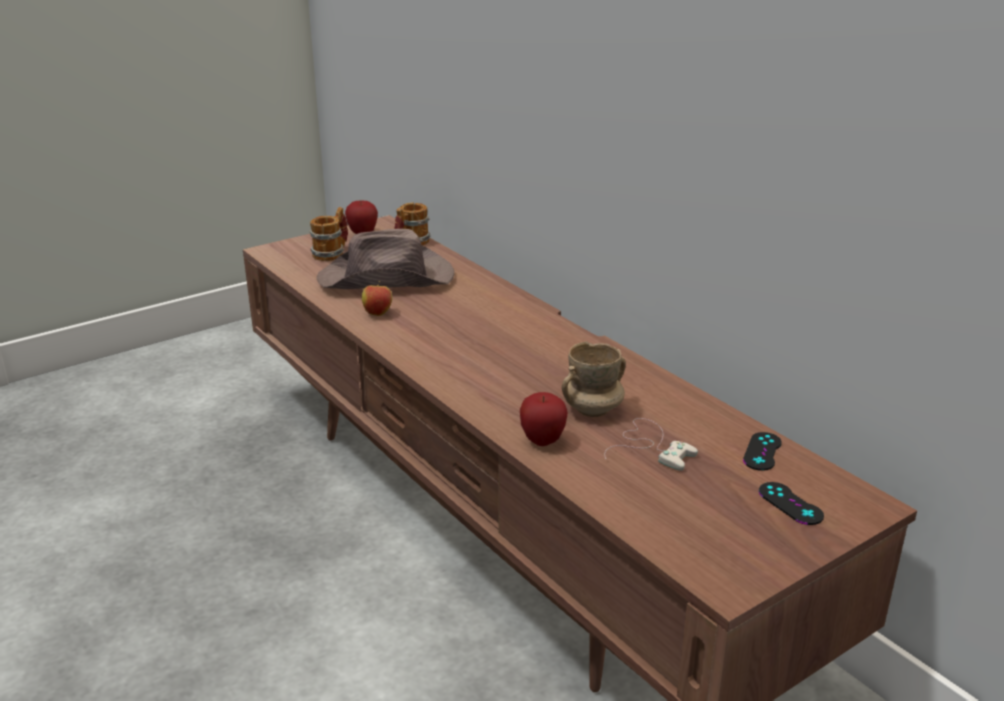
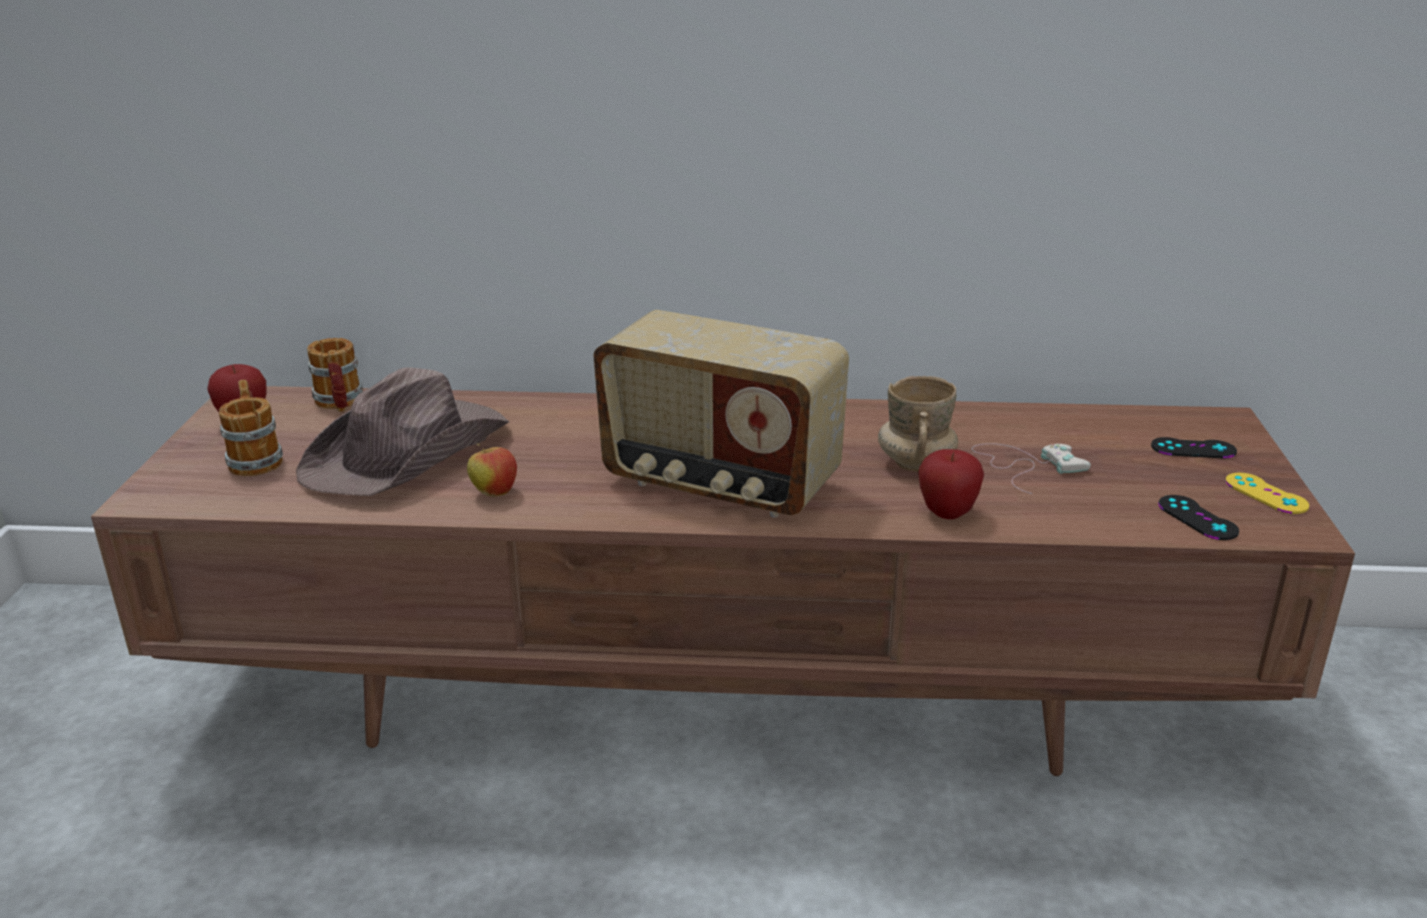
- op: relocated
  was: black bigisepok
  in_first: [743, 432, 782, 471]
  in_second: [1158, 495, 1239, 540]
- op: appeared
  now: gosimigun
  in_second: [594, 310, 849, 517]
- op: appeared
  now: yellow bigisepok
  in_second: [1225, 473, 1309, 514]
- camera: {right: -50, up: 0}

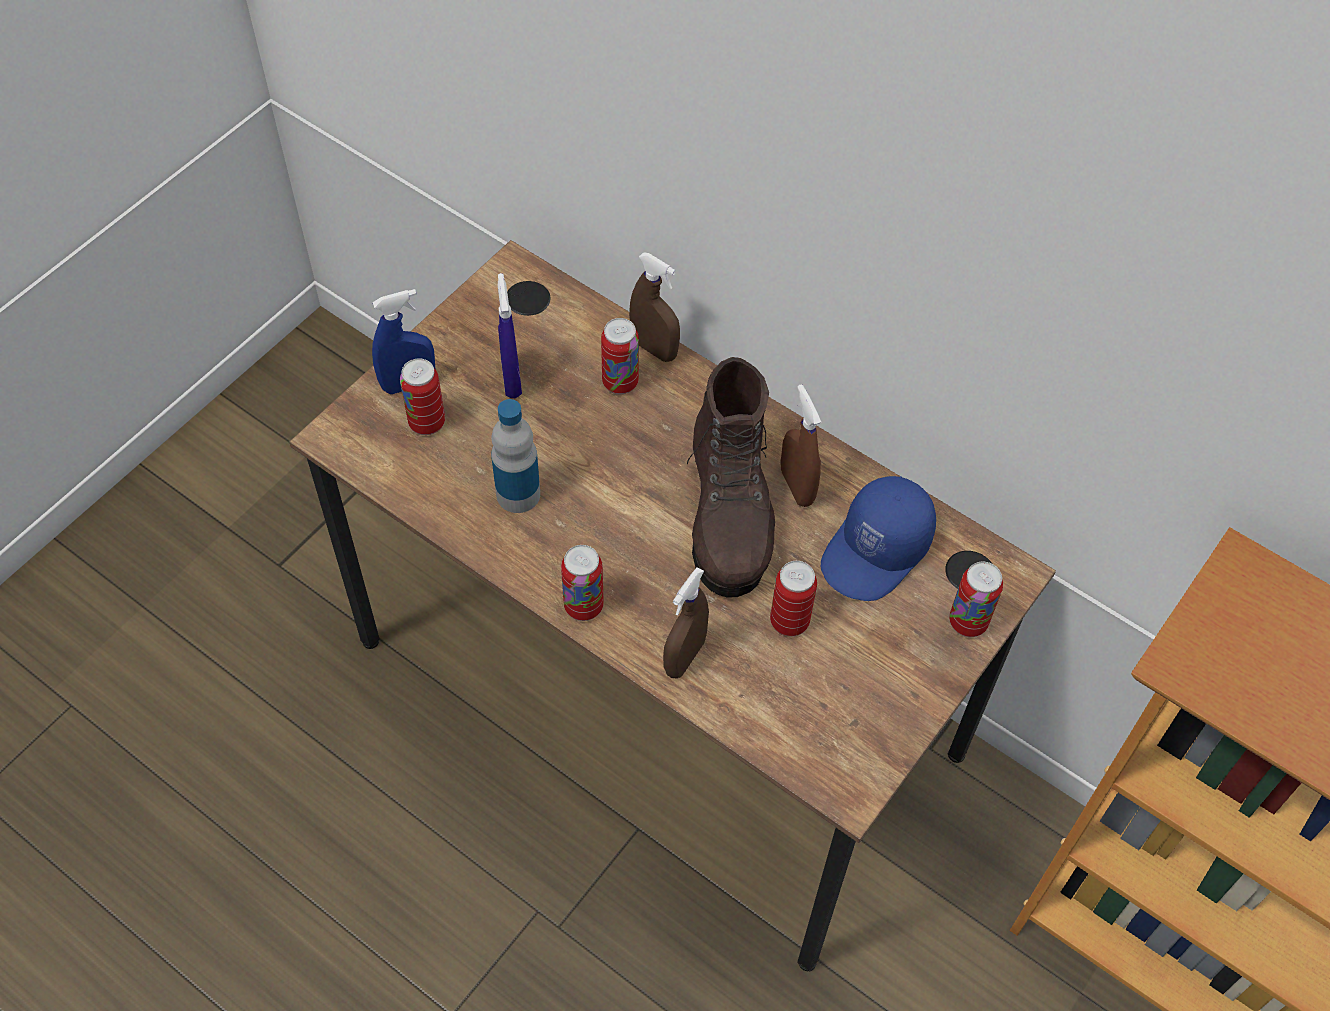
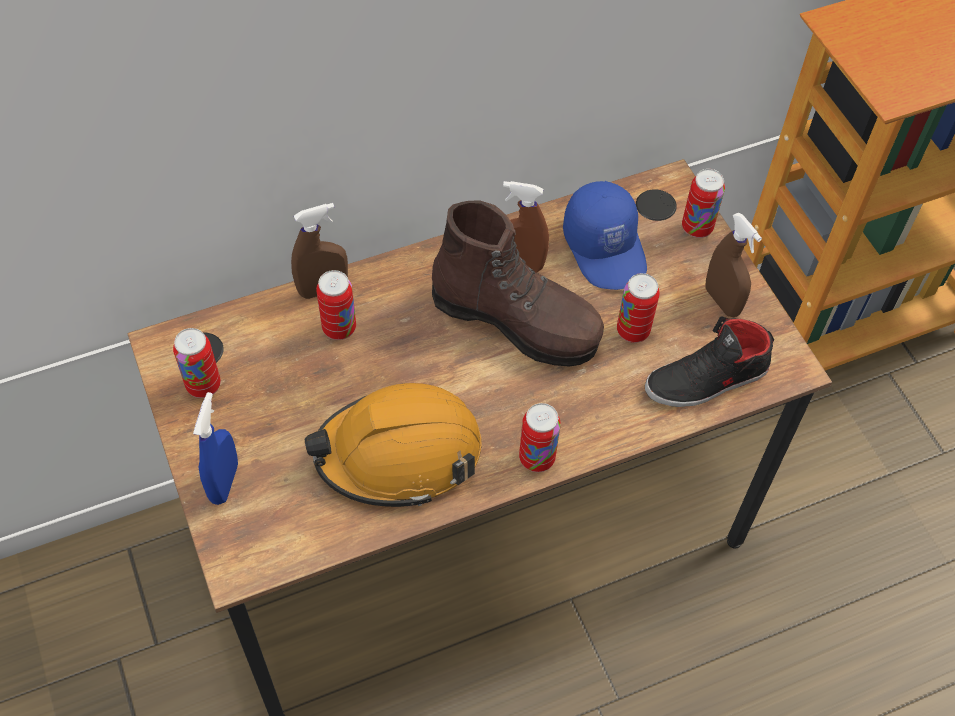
- op: relocated
  was: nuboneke
  in_first: [400, 358, 445, 435]
  in_second: [173, 328, 221, 398]
- op: exchanged
  was: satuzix
  now: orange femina
  in_first: [491, 399, 540, 513]
  in_second: [305, 383, 482, 507]
- op: missing
  was: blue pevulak
  in_first: [498, 273, 522, 398]
- op: relocated
  was: brown pevulak
  in_first: [663, 567, 709, 678]
  in_second: [706, 213, 762, 317]
- op: appeared
  now: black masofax
  in_second: [645, 316, 774, 407]
- camera: {right: -60, up: 0}

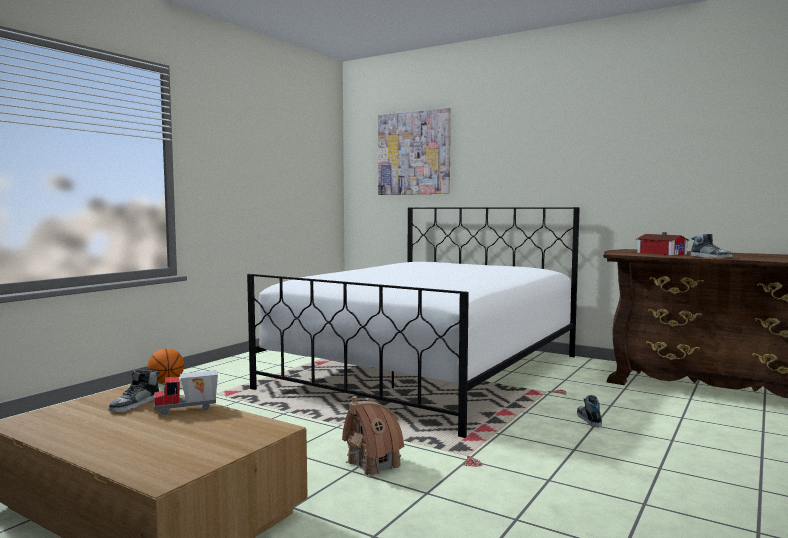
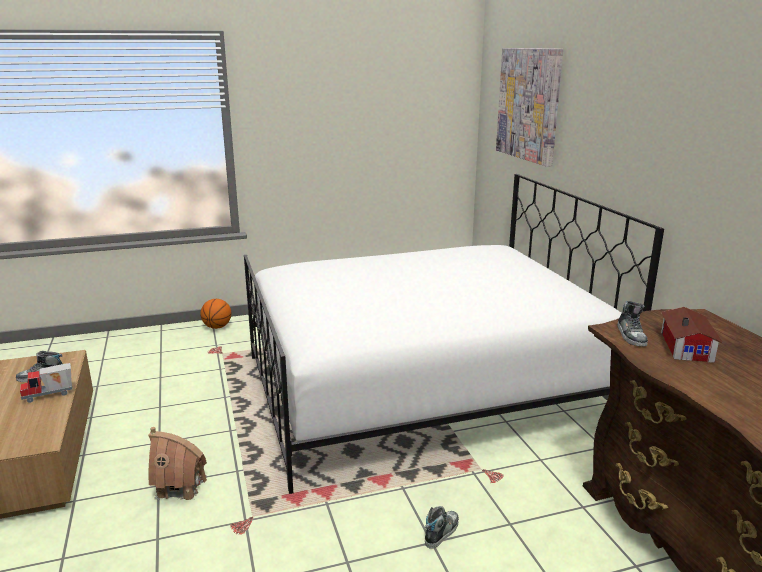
- op: spun
  was: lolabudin
  in_first: [154, 370, 218, 415]
  in_second: [20, 363, 72, 403]
  clockwise: -45
- op: relocated
  was: masofax
  in_first: [690, 234, 733, 258]
  in_second: [618, 301, 648, 347]
- camera: {right: 40, up: 15}

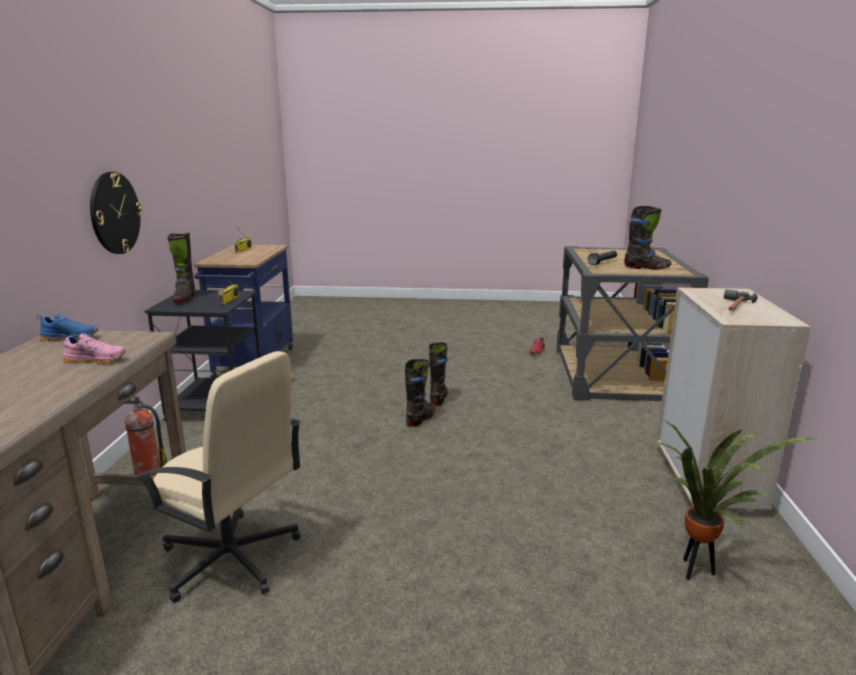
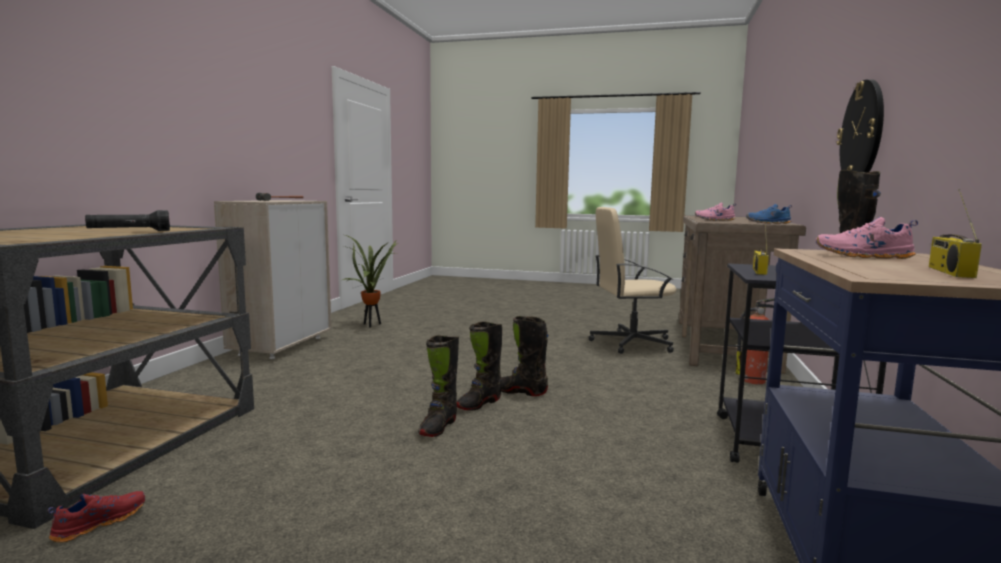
- op: spun
  was: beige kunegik
  in_first: [137, 351, 301, 603]
  in_second: [589, 207, 677, 354]
  clockwise: -45
- op: relocated
  was: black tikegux
  in_first: [624, 206, 672, 270]
  in_second: [501, 316, 548, 396]
- op: appeared
  now: pink masofax
  in_second: [816, 217, 918, 259]
- camera: {right: -170, up: -10}

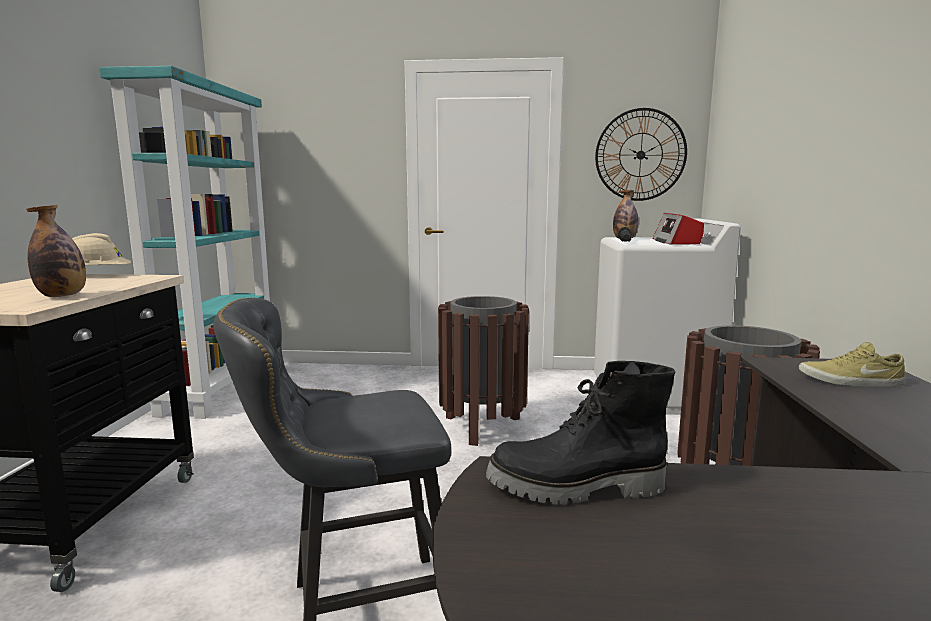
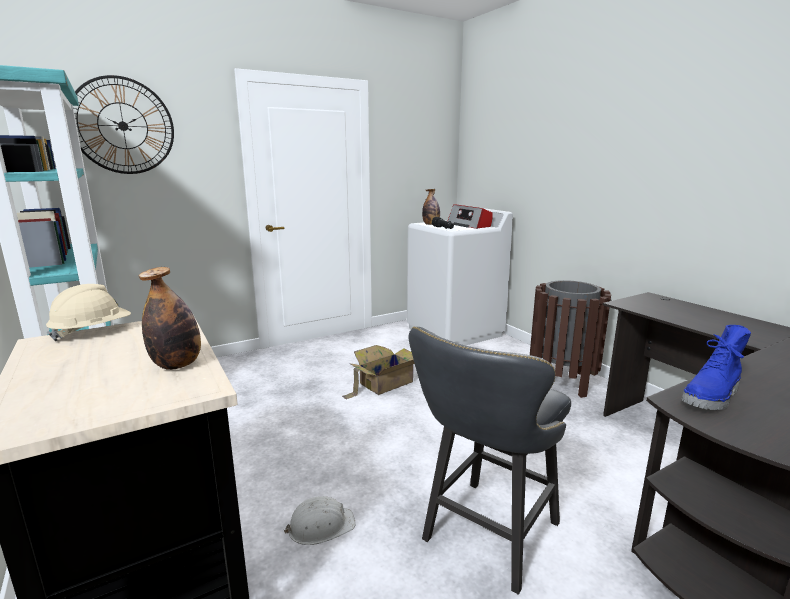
- op: exchanged
  was: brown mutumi
  now: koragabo
  in_first: [438, 296, 529, 446]
  in_second: [342, 345, 415, 400]
- op: colour
  was: black tikegux
  now: blue tikegux
  in_first: [486, 361, 675, 505]
  in_second: [682, 325, 751, 410]
- op: relocated
  was: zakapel
  in_first: [595, 108, 687, 201]
  in_second: [74, 75, 174, 174]
- op: missing
  was: beige masofax
  in_first: [799, 342, 905, 387]
- op: appeared
  now: white femina
  in_second: [284, 496, 356, 545]
- camera: {right: -35, up: 5}

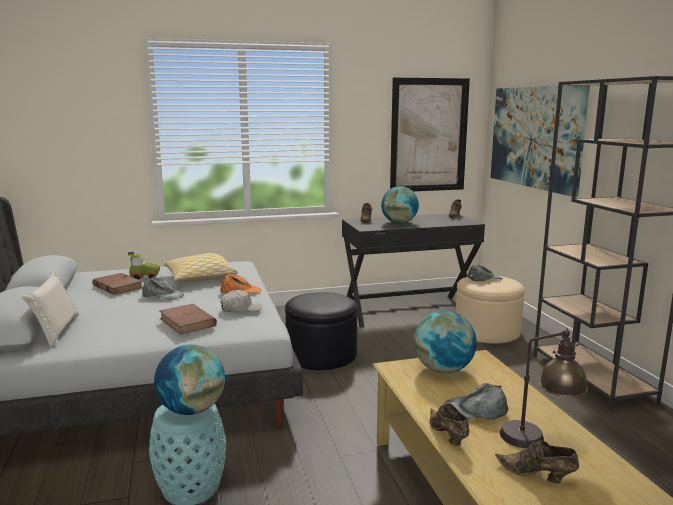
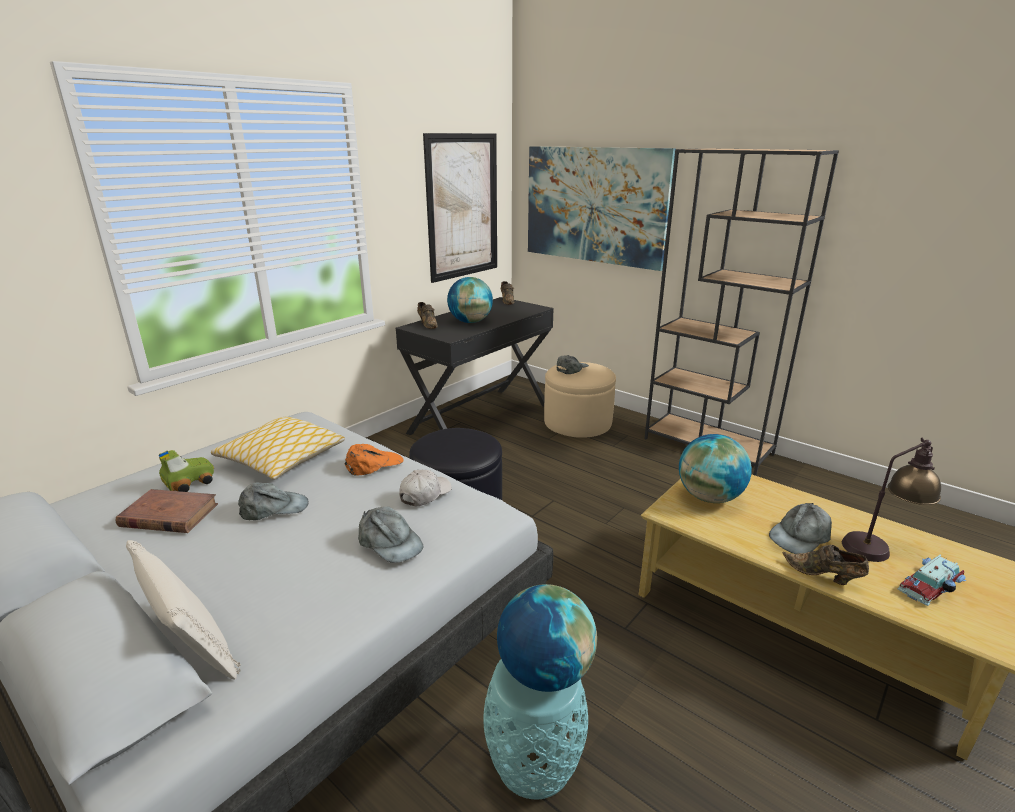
- op: exchanged
  was: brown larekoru
  now: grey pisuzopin
  in_first: [160, 304, 217, 335]
  in_second: [358, 506, 423, 563]
- op: exchanged
  was: brown masofax
  now: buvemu
  in_first: [495, 440, 579, 483]
  in_second: [898, 555, 967, 606]
- camera: {right: -35, up: 10}

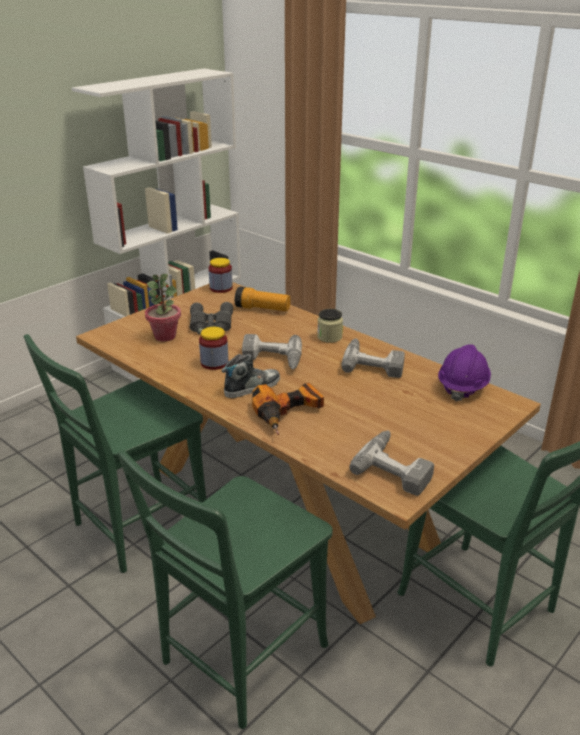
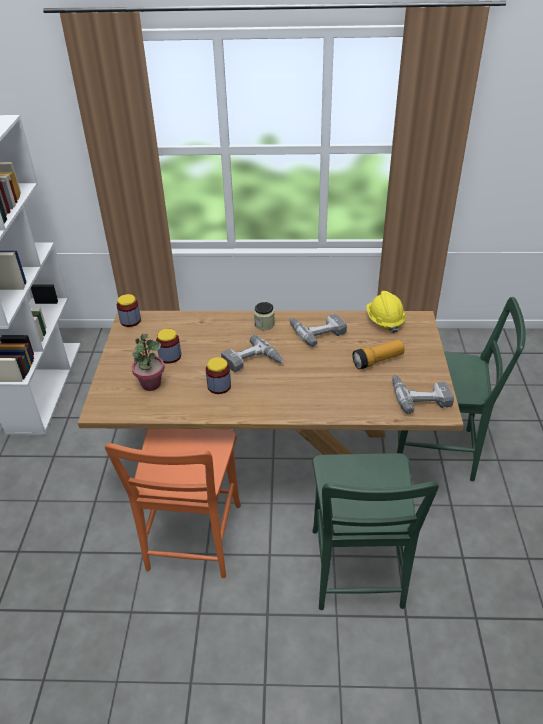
- op: colour
  was: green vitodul
  now: orange vitodul
  in_first: [24, 334, 206, 573]
  in_second: [105, 429, 241, 578]
- op: exchanged
  was: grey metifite
  now: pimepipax
  in_first: [190, 302, 233, 335]
  in_second: [156, 329, 181, 363]
- op: missing
  was: masofax
  in_first: [222, 354, 280, 398]
- op: relocated
  was: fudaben
  in_first: [235, 287, 291, 311]
  in_second: [352, 340, 404, 370]
- op: missing
  was: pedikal
  in_first: [252, 383, 324, 435]
- op: colour
  was: purple femina
  now: yellow femina
  in_first: [438, 344, 491, 402]
  in_second: [366, 291, 405, 334]
- camera: {right: -40, up: 10}

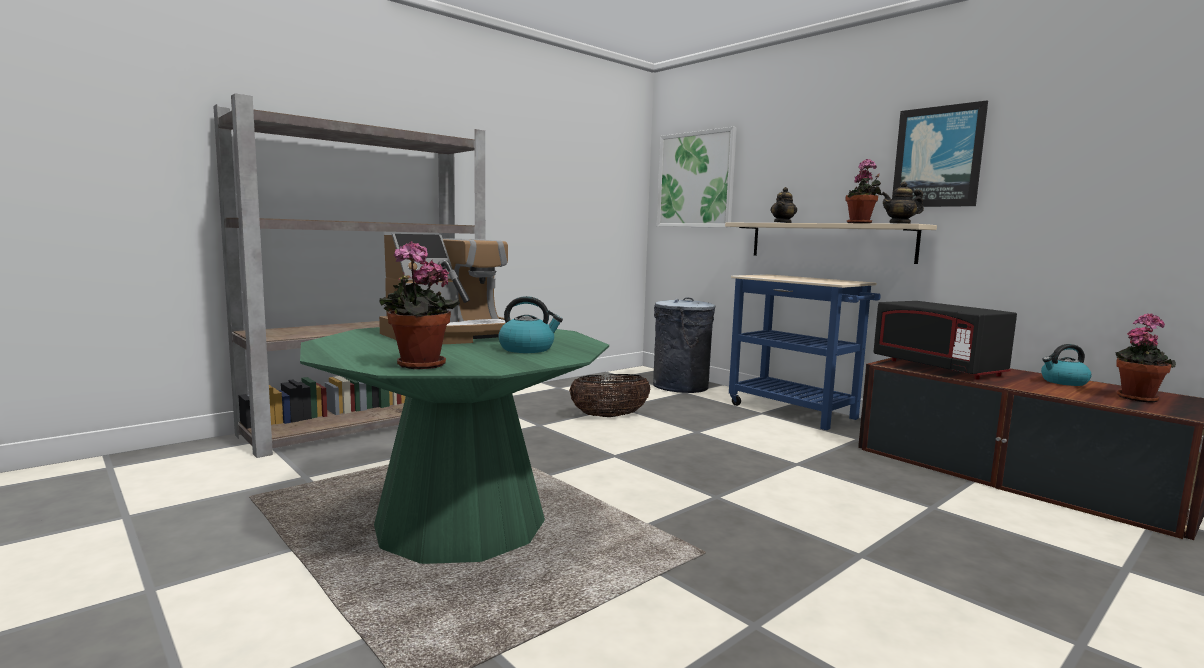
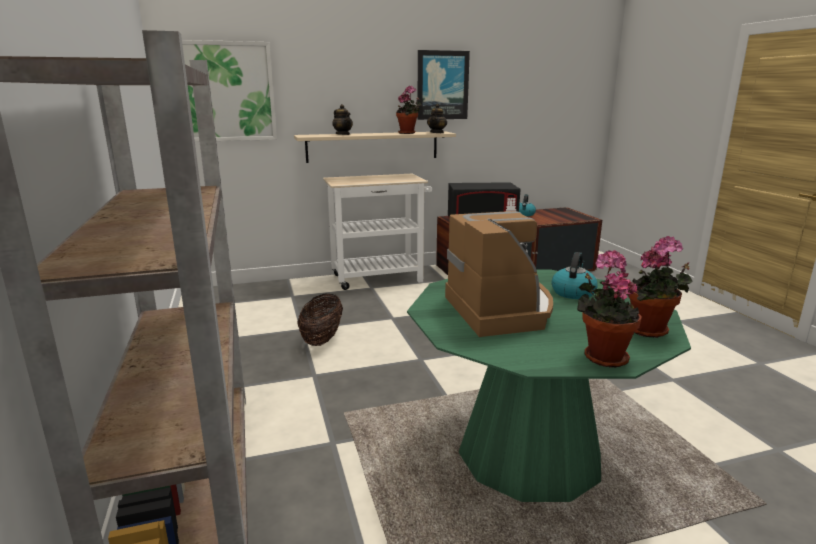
- op: missing
  was: grey mutumi
  in_first: [653, 298, 715, 393]
- op: colour
  was: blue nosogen
  now: white nosogen
  in_first: [729, 274, 881, 430]
  in_second: [323, 174, 432, 290]
- op: relocated
  was: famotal
  in_first: [1116, 313, 1176, 402]
  in_second: [577, 250, 642, 368]
- camera: {right: -65, up: 10}

